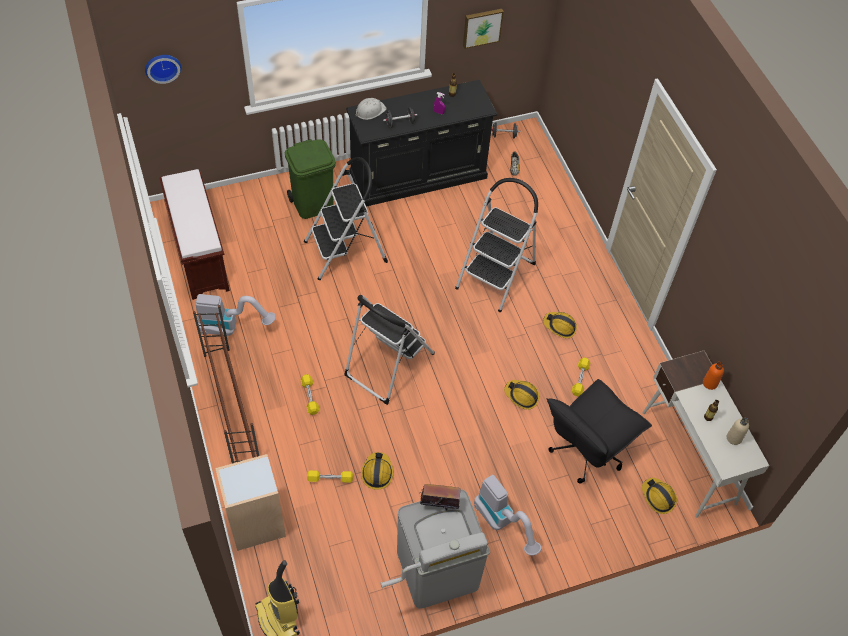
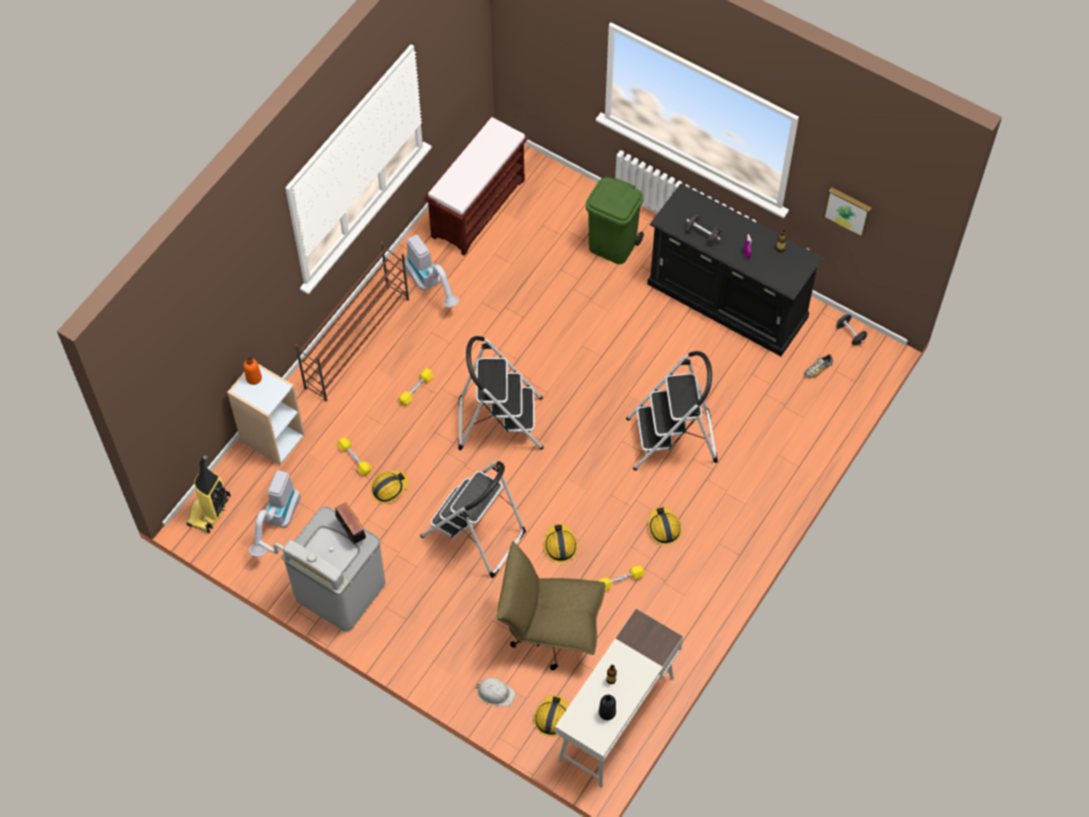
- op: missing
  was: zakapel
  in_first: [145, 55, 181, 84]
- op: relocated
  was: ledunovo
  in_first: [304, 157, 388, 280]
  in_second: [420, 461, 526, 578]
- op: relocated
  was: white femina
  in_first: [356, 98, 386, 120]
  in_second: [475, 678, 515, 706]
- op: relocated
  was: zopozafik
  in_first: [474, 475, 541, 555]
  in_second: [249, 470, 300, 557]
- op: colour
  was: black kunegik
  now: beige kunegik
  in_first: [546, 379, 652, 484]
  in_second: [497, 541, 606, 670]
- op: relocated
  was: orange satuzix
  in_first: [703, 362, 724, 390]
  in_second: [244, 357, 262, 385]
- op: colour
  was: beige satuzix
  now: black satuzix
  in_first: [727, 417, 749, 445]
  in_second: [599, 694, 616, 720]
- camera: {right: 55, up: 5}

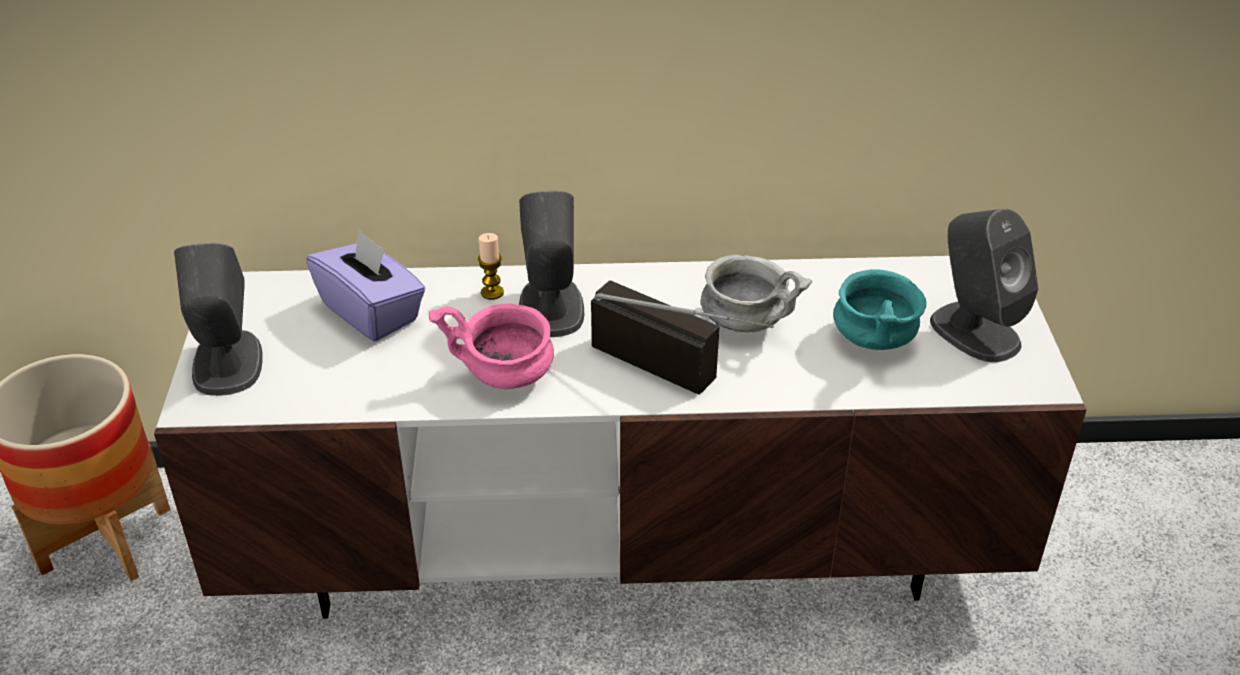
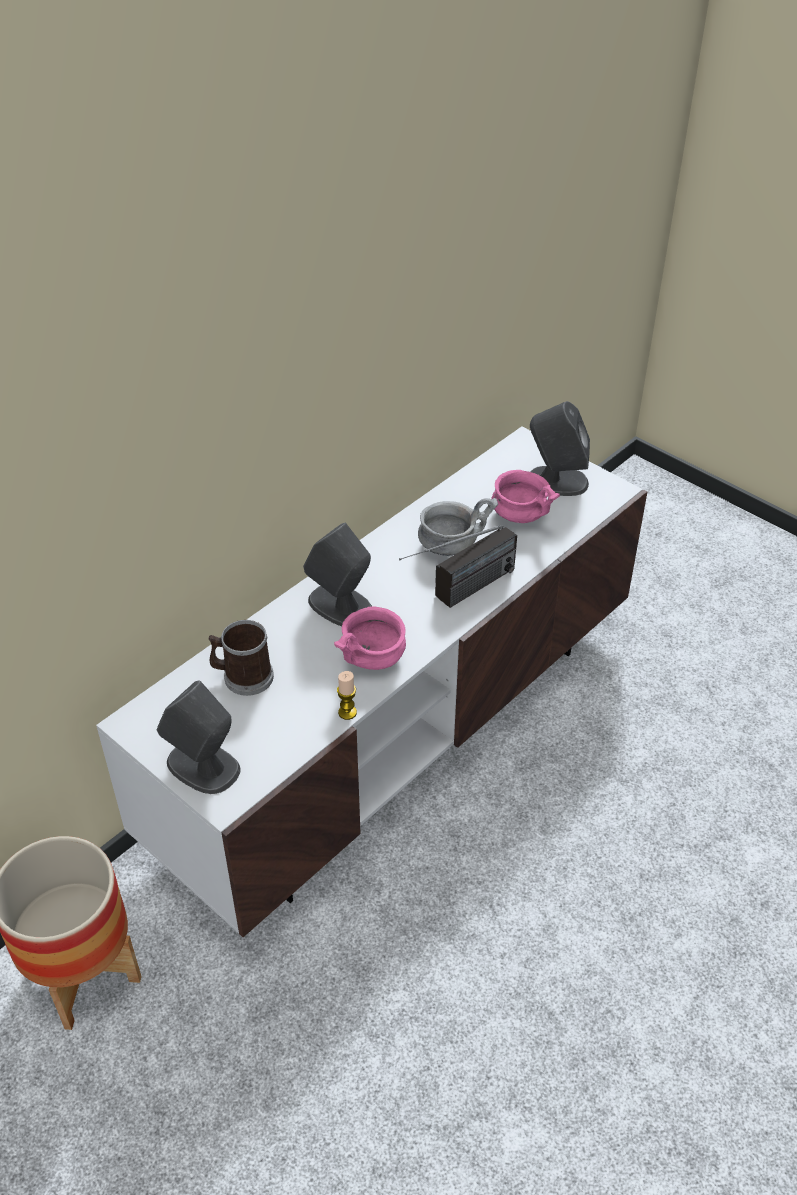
- op: exchanged
  was: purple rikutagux
  now: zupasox
  in_first: [306, 229, 426, 342]
  in_second: [209, 620, 274, 696]
- op: relocated
  was: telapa
  in_first: [478, 233, 504, 300]
  in_second: [337, 671, 357, 720]
- op: spun
  was: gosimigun
  in_first: [591, 280, 774, 395]
  in_second: [399, 525, 517, 608]
  clockwise: 150
- op: colour
  was: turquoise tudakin
  now: pink tudakin
  in_first: [833, 269, 926, 350]
  in_second: [491, 470, 560, 523]
- camera: {right: -45, up: 5}

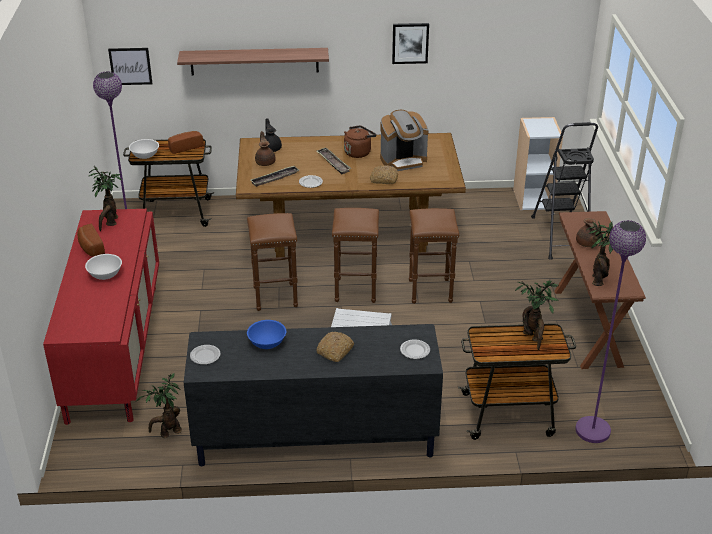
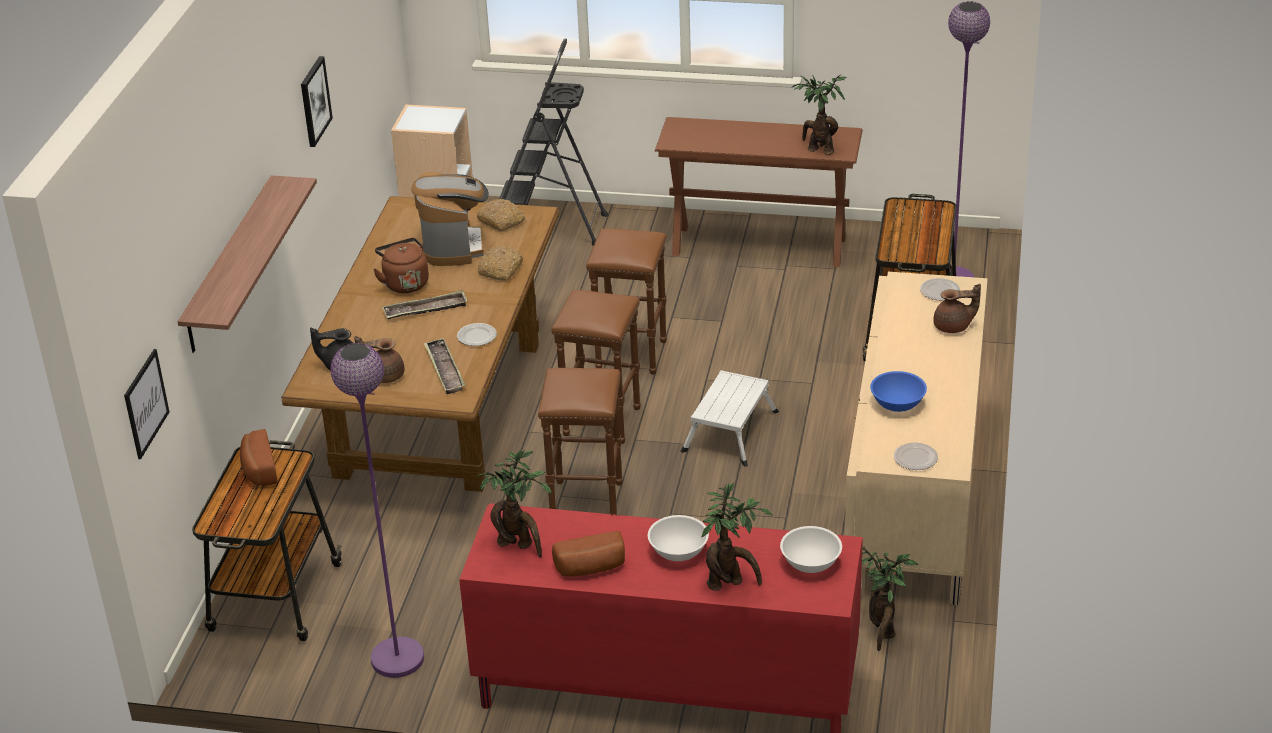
- op: relocated
  was: white tudakin
  in_first: [129, 139, 159, 159]
  in_second: [780, 526, 842, 573]
- op: colour
  was: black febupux
  now: beige febupux
  in_first: [184, 324, 443, 466]
  in_second: [845, 272, 988, 605]
- op: relocated
  was: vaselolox
  in_first: [317, 332, 354, 362]
  in_second: [476, 199, 526, 232]
- op: relocated
  was: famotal
  in_first: [515, 280, 559, 350]
  in_second: [702, 483, 773, 591]
- op: relocated
  was: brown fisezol
  in_first: [576, 218, 600, 247]
  in_second: [933, 284, 981, 333]
- camera: {right: -75, up: 0}

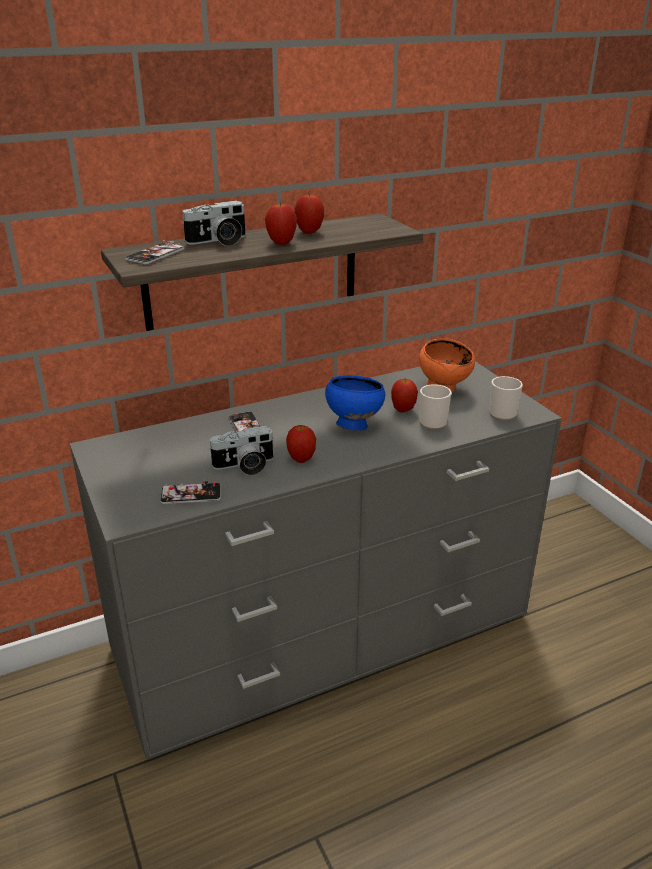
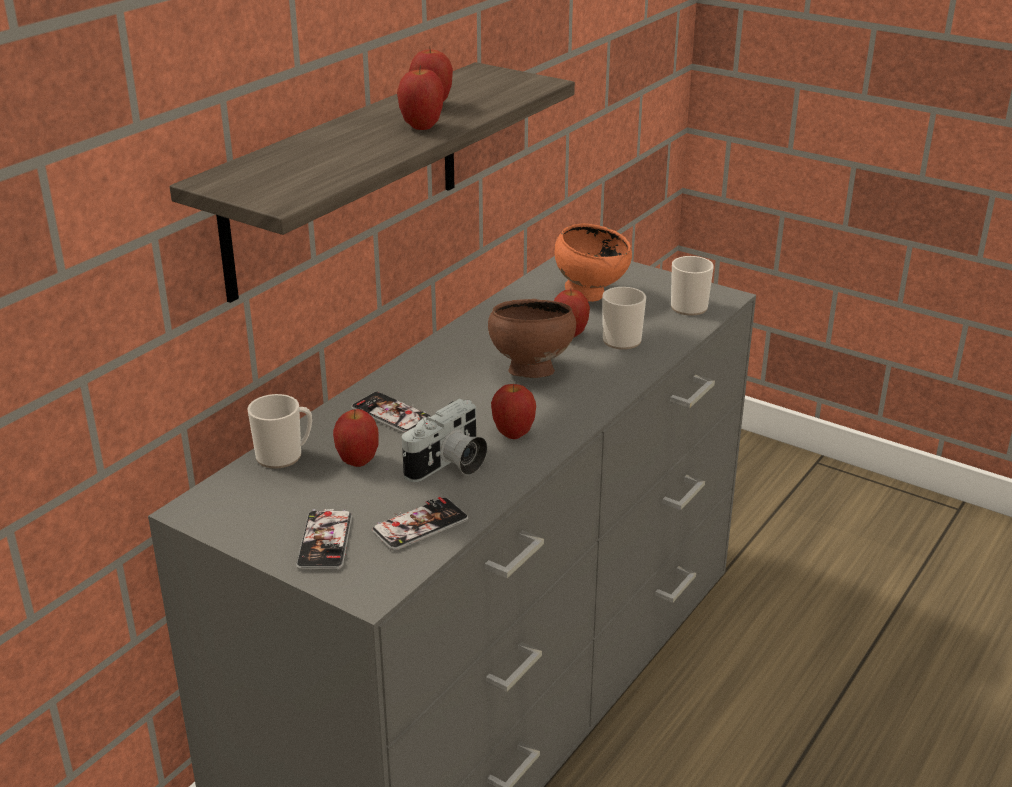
- op: relocated
  was: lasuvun
  in_first: [125, 240, 185, 265]
  in_second: [296, 509, 352, 570]
- op: missing
  was: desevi
  in_first: [181, 201, 246, 246]
- op: colour
  was: blue tudakin
  now: brown tudakin
  in_first: [325, 375, 385, 431]
  in_second: [488, 299, 576, 378]
- op: appeared
  now: zupasox
  in_second: [247, 394, 312, 468]
- op: appeared
  now: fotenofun
  in_second: [333, 409, 379, 467]
- camera: {right: -30, up: 0}

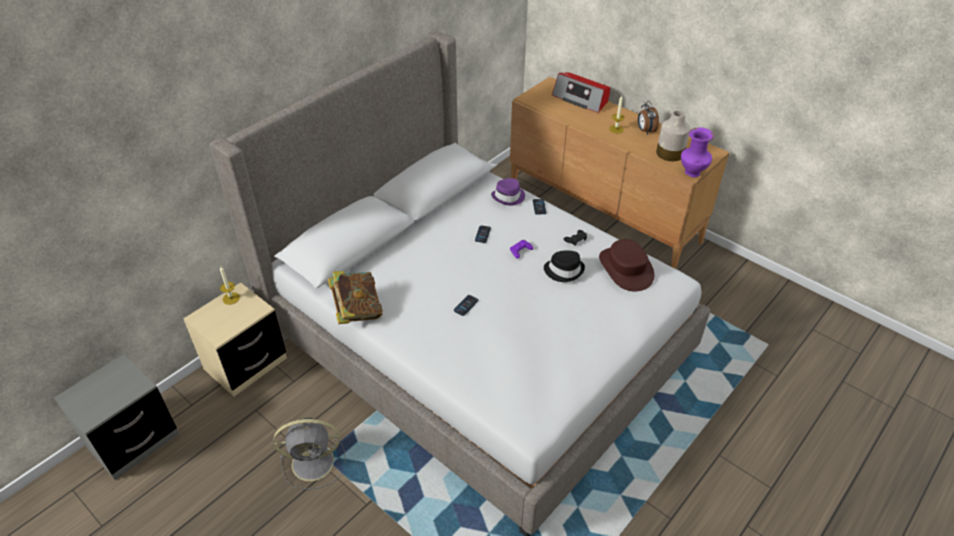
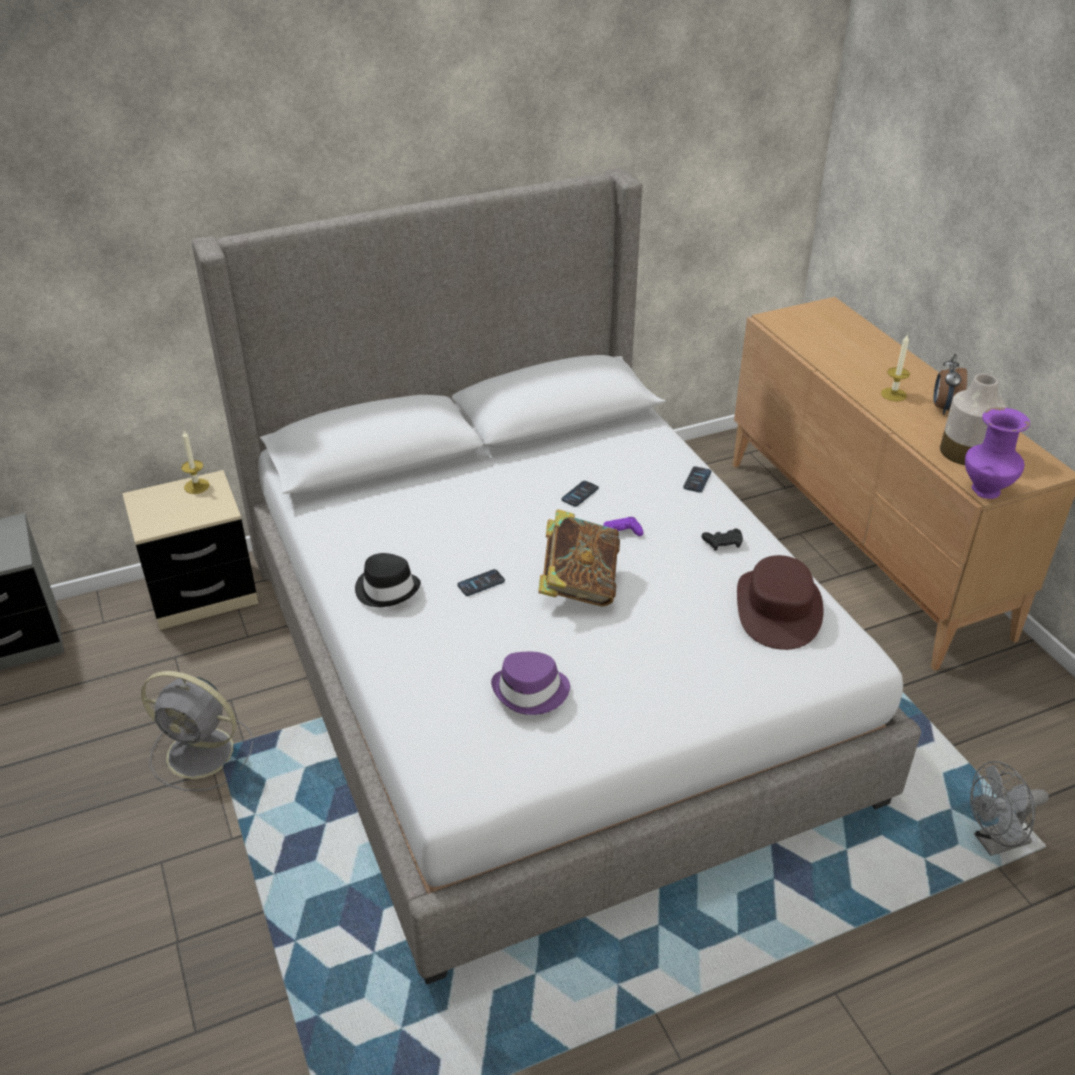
- op: relocated
  was: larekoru
  in_first: [328, 271, 383, 324]
  in_second: [538, 509, 620, 606]
- op: relocated
  was: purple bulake
  in_first: [491, 178, 525, 206]
  in_second: [491, 652, 570, 715]
- op: relocated
  was: black bulake
  in_first: [544, 251, 585, 282]
  in_second: [355, 553, 421, 607]
- op: missing
  was: gosimigun
  in_first: [552, 72, 610, 113]
- op: appeared
  now: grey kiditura
  in_second: [970, 761, 1049, 856]
- camera: {right: 25, up: -5}

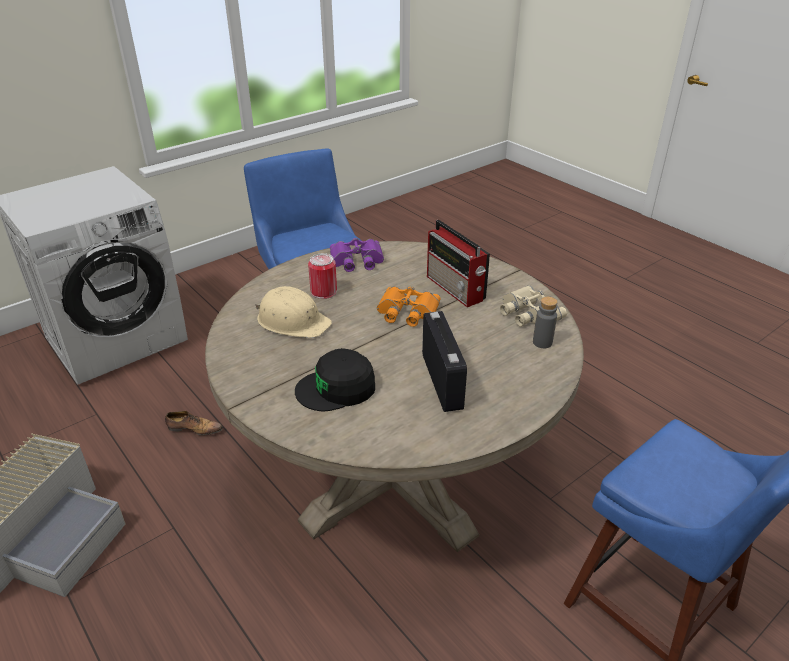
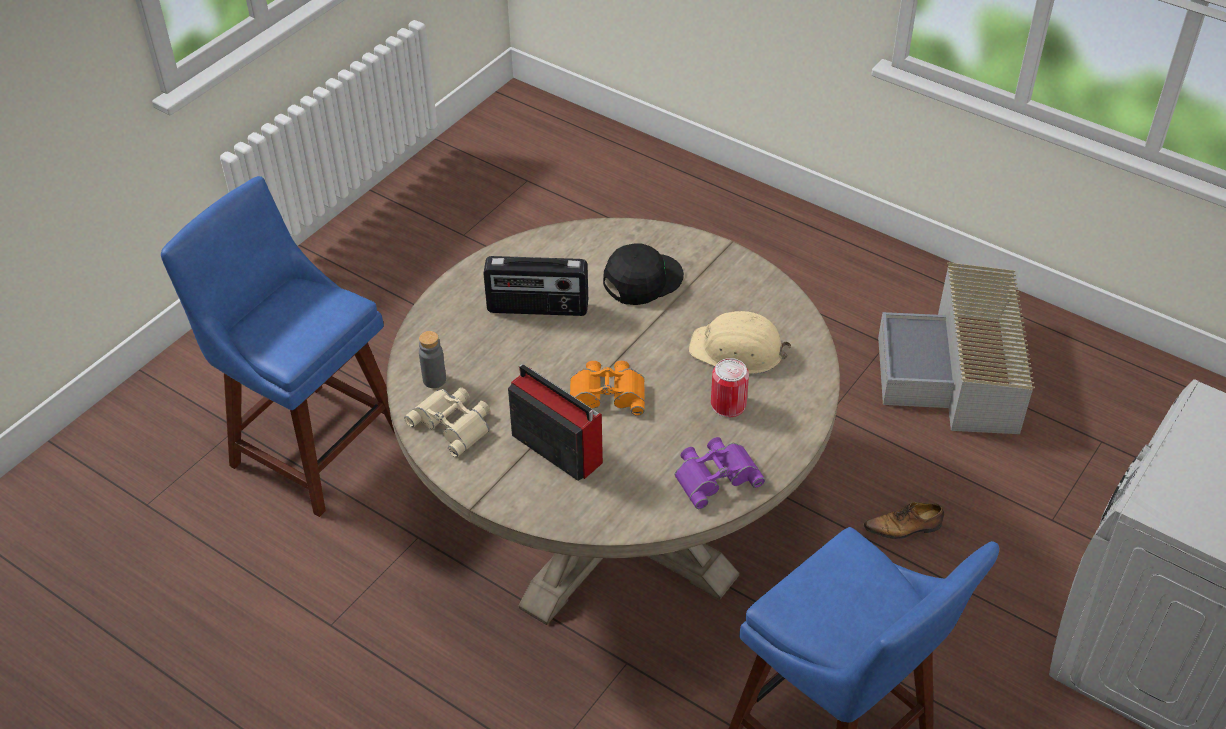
- op: spun
  was: gosimigun
  in_first: [422, 311, 467, 412]
  in_second: [483, 256, 588, 316]
  clockwise: -60
- camera: {right: 165, up: 10}

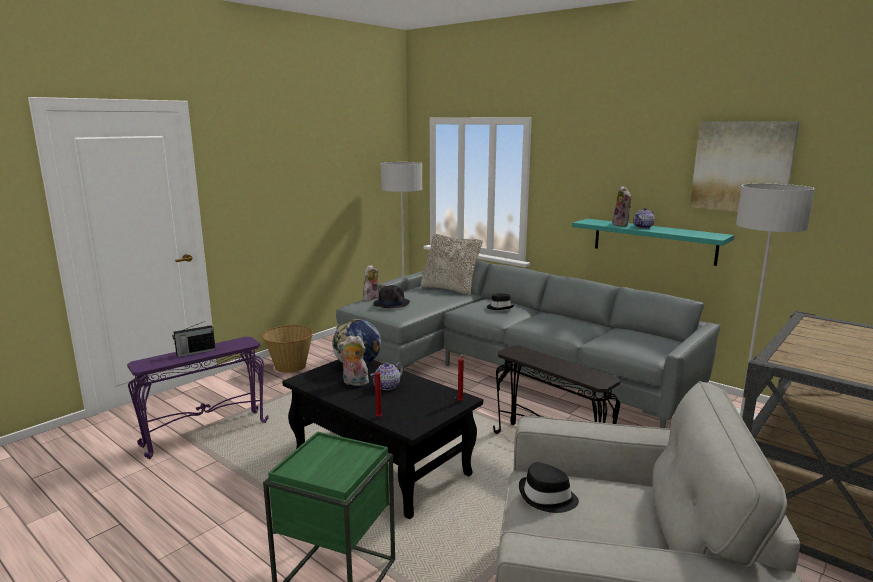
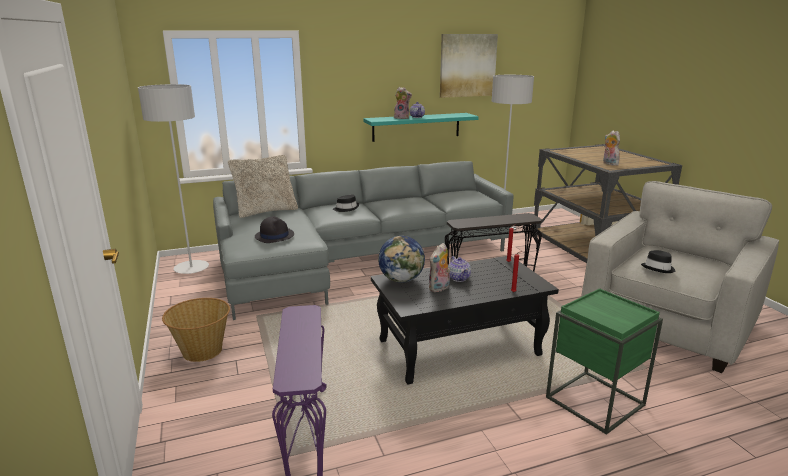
- op: missing
  was: gosimigun
  in_first: [172, 321, 216, 357]
- op: relocated
  was: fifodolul
  in_first: [363, 265, 379, 301]
  in_second: [603, 130, 620, 166]
- camera: {right: -60, up: 5}

